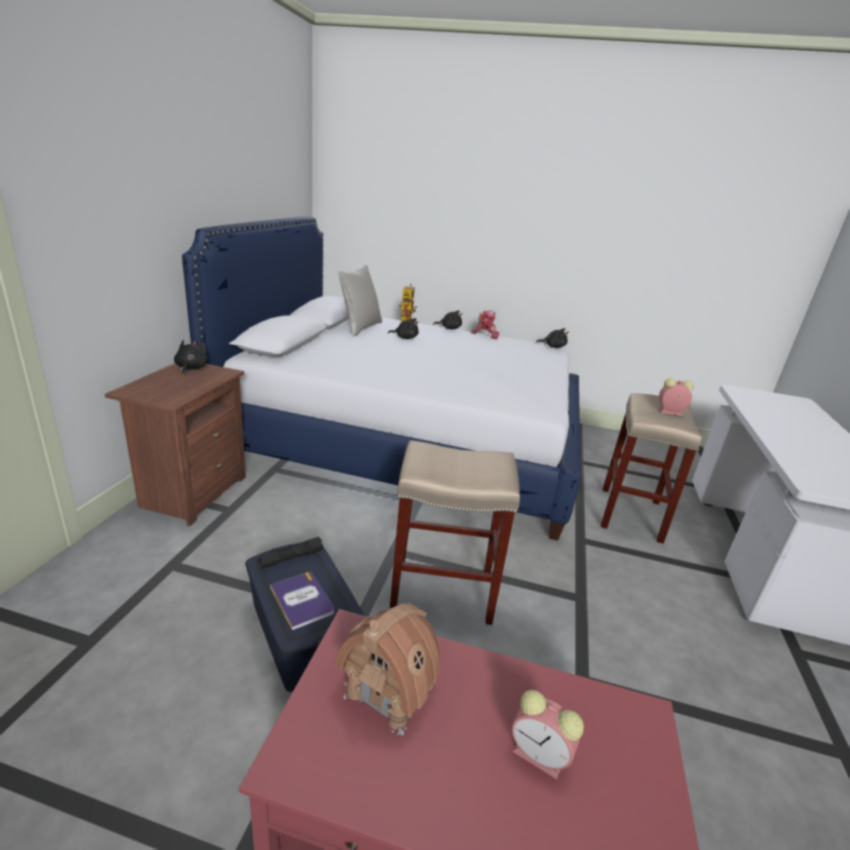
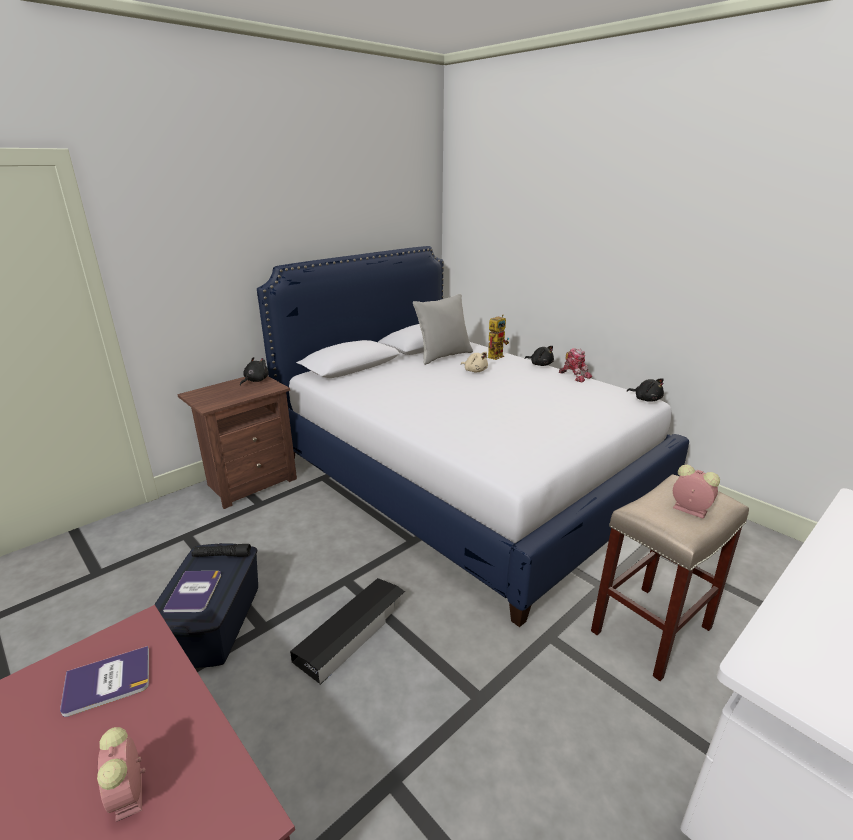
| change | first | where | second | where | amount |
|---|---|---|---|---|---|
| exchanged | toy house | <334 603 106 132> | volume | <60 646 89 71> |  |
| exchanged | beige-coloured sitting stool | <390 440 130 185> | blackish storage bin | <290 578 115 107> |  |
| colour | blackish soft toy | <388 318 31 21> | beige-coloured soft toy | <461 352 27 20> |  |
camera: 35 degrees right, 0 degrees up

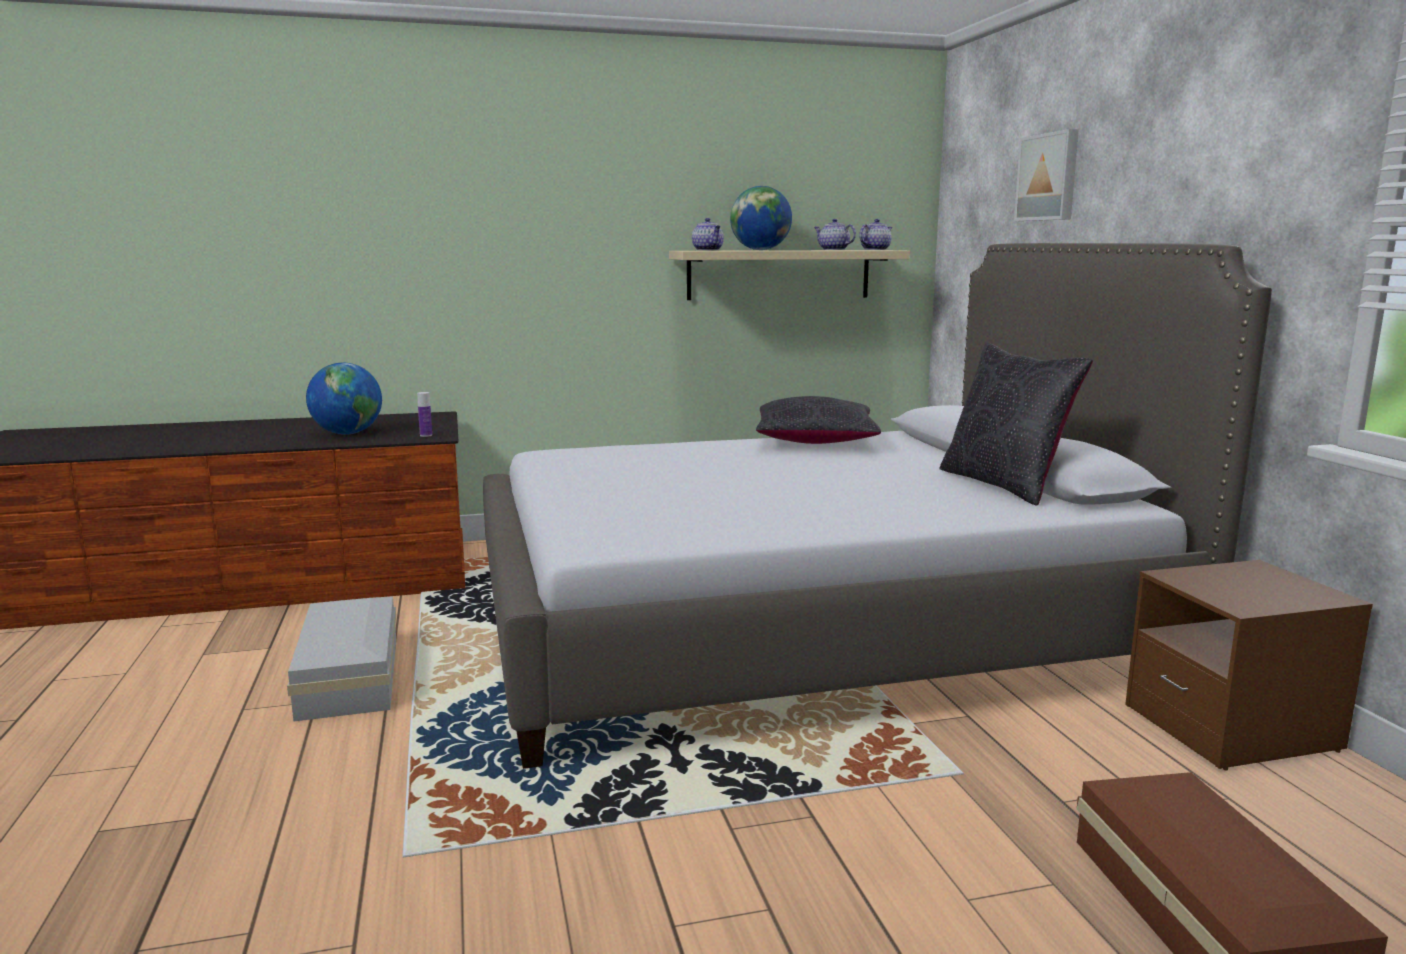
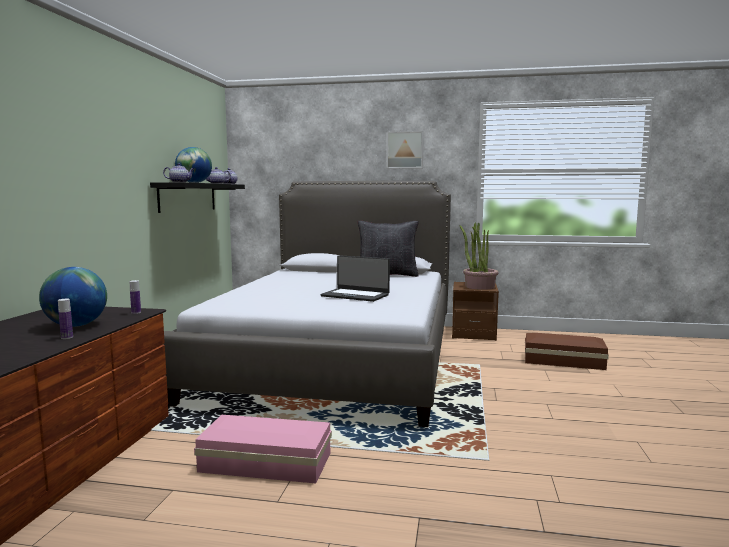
| change | first | where | second | where | amount |
|---|---|---|---|---|---|
| appeared |  |  | beverage bottle | <58 299 15 40> |  |
| colour | beige-coloured shelf | <669 250 241 50> | blackish shelf | <150 182 95 31> |  |
| colour | white-coloured storage bin | <287 596 109 126> | pinkish storage bin | <194 415 138 69> |  |
| appeared |  |  | portable computer | <321 255 69 47> |  |
| relocated | wall picture | <1014 129 65 92> |  | <387 131 37 38> |  |
| appeared |  |  | potted plant | <460 222 38 68> |  |
| missing | blackish pillow | <756 396 125 48> |  |  |  |
camera: 65 degrees left, 5 degrees down

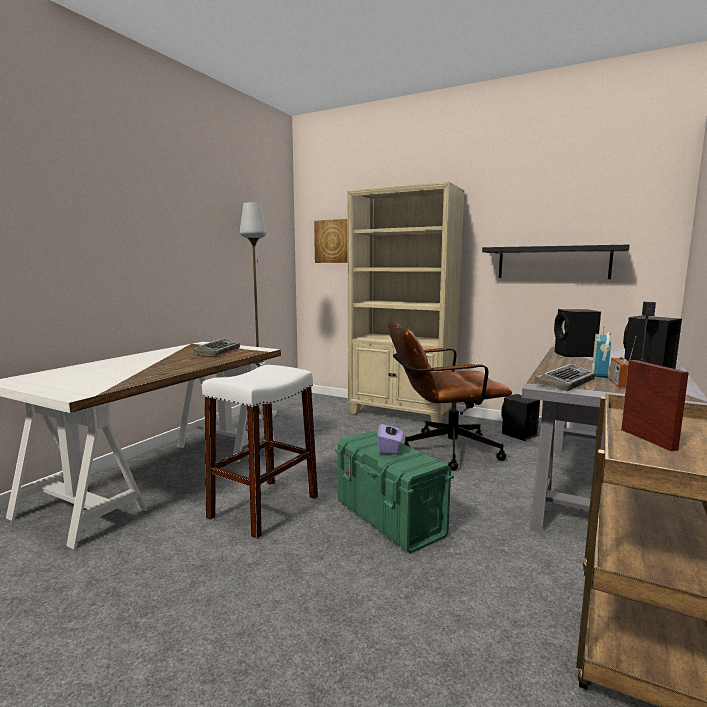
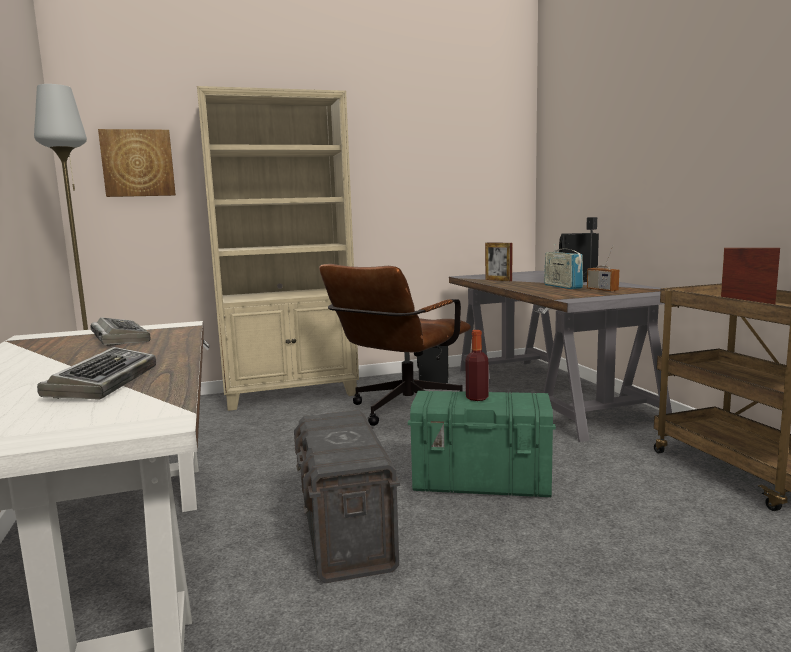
| change | first | where | second | where | amount |
|---|---|---|---|---|---|
| relocated | keyboard | <535 364 60 27> |  | <37 347 119 53> |  |
| exchanged | white-coloured sitting stool | <202 365 116 174> | grey storage bin | <294 410 107 173> |  |
| exchanged | purplish box of tissues | <378 421 25 34> | beverage bottle | <466 330 23 71> |  |
| exchanged | blackish audio speaker | <554 309 47 48> | picture frame | <485 242 27 39> |  |
| missing | blackish shelf | <482 244 148 35> |  |  |  |
camera: 45 degrees left, 0 degrees up

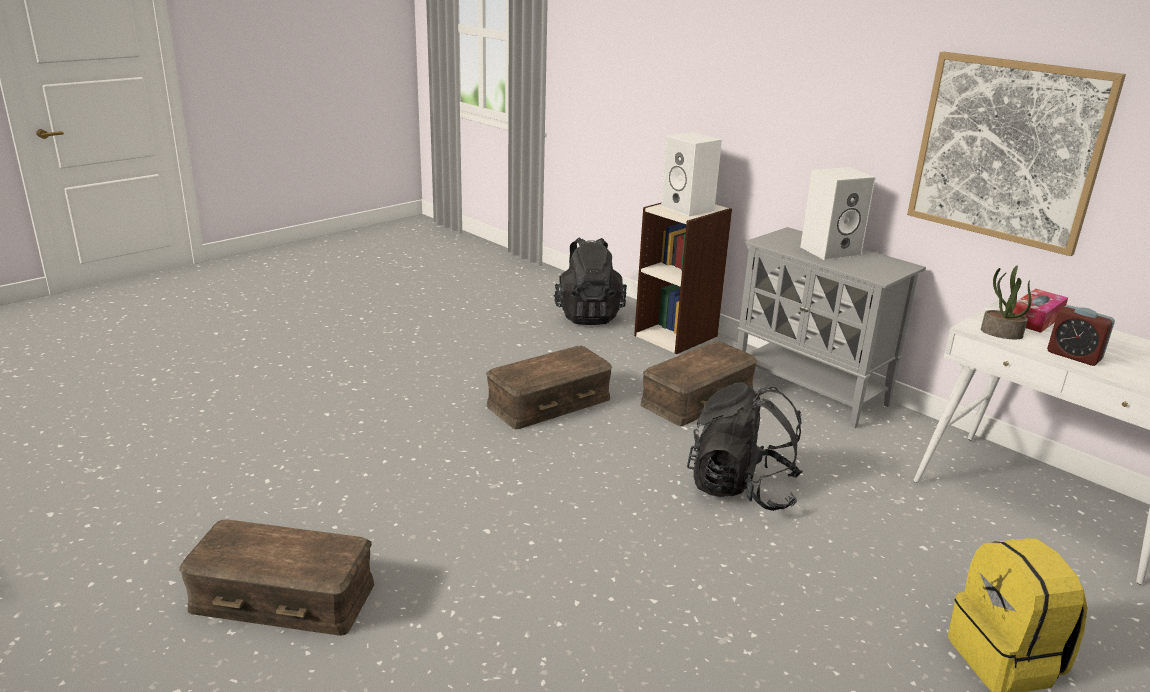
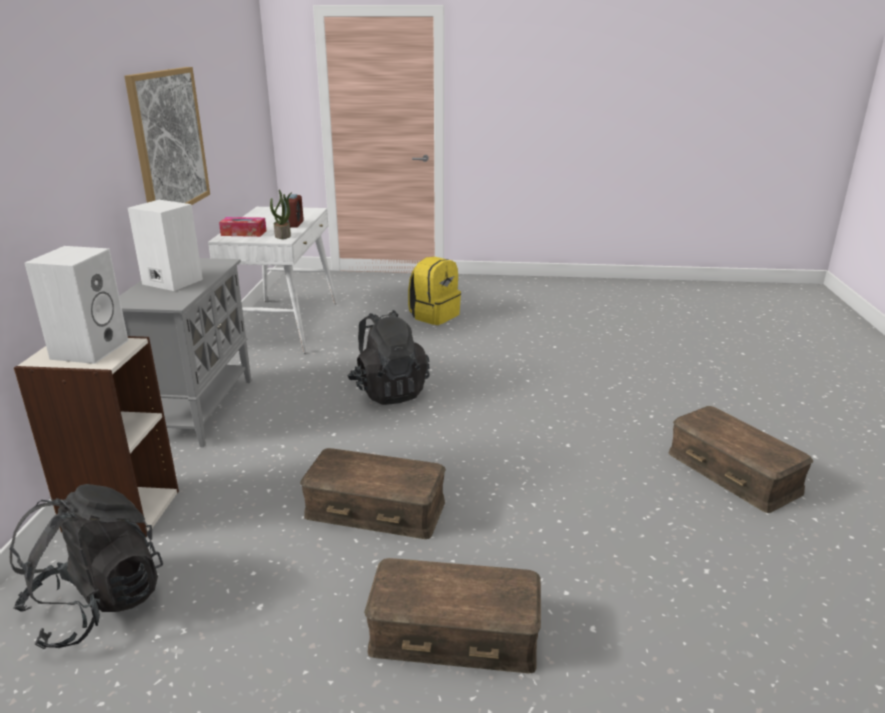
| change | first | where | second | where | amount |
|---|---|---|---|---|---|
| relocated | brown storage bin | <641 341 116 85> |  | <364 558 177 115> |  |
camera: 130 degrees left, 0 degrees up

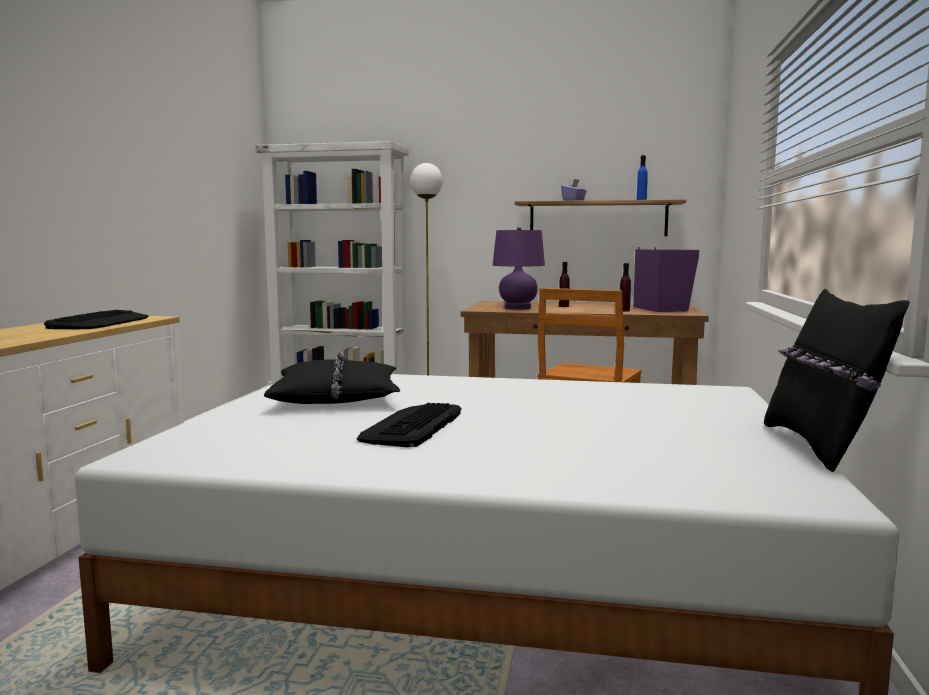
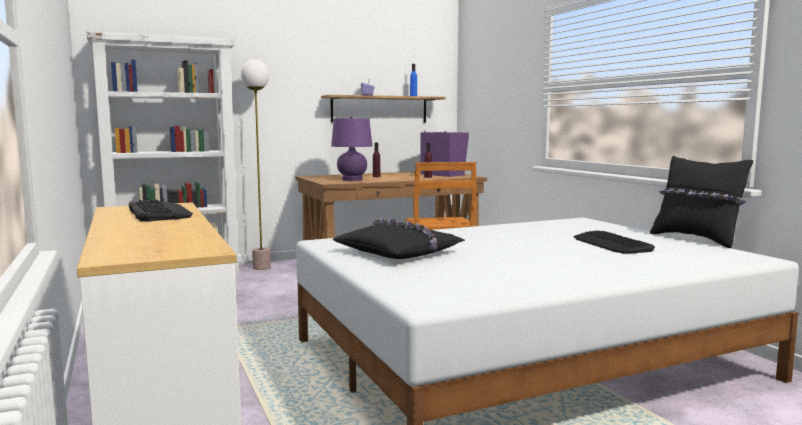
| change | first | where | second | where | amount |
|---|---|---|---|---|---|
| relocated | keyboard | <357 403 105 44> |  | <573 230 82 23> |  |
camera: 35 degrees left, 0 degrees up

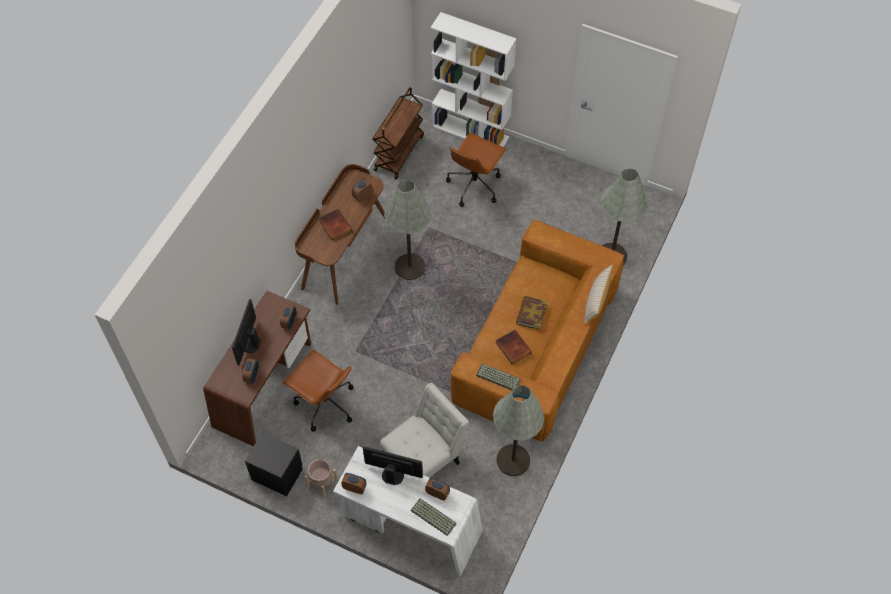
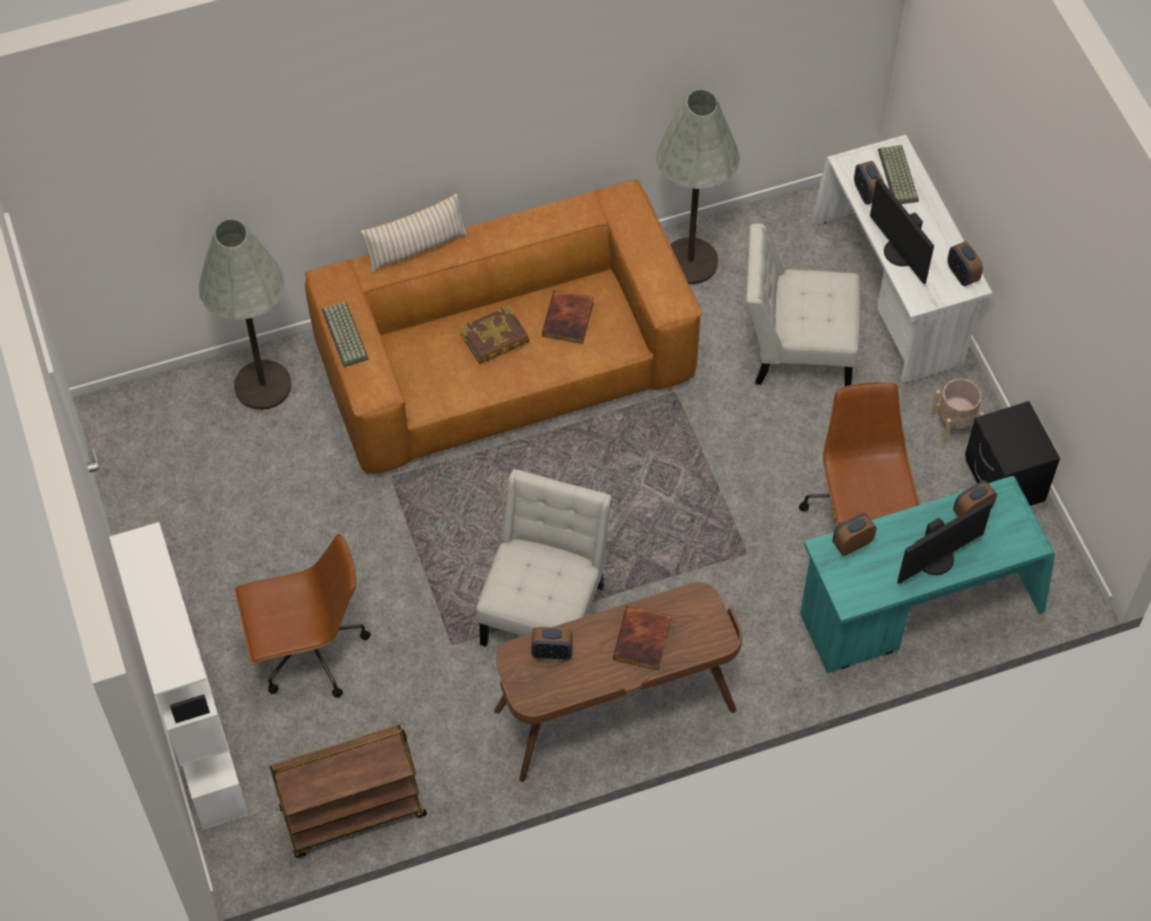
| change | first | where | second | where | amount |
|---|---|---|---|---|---|
| relocated | keyboard | <476 364 45 26> |  | <322 301 47 66> |  |
| exchanged | grey floor lamp | <384 180 47 100> | white-coloured upright chair | <476 469 135 177> |  |
| colour | brown desk table | <203 291 108 155> | turquoise desk table | <800 476 255 197> |  |
camera: 135 degrees left, 0 degrees up

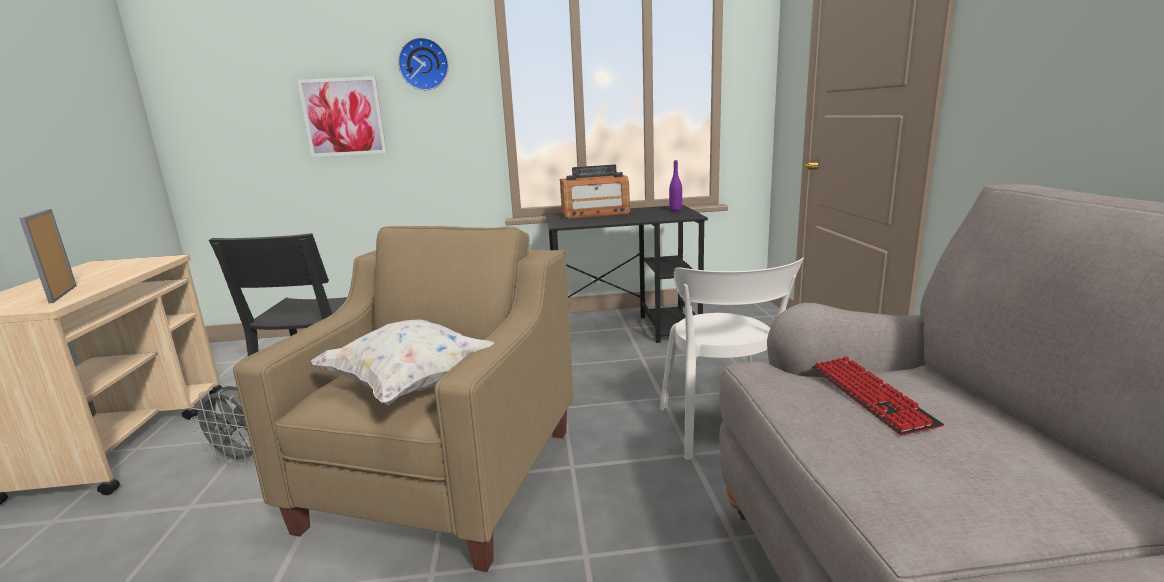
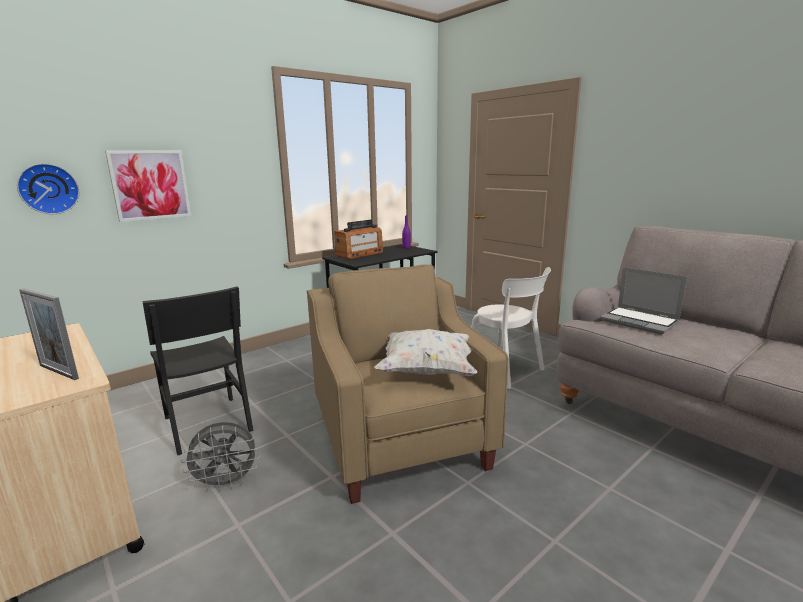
| change | first | where | second | where | amount |
|---|---|---|---|---|---|
| relocated | wall clock | <398 37 51 53> |  | <17 163 62 51> |  |
| exchanged | keyboard | <812 356 132 80> | portable computer | <600 267 87 68> |  |
camera: 35 degrees left, 0 degrees up

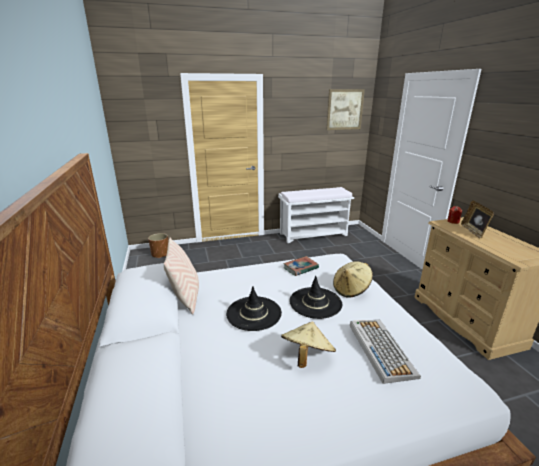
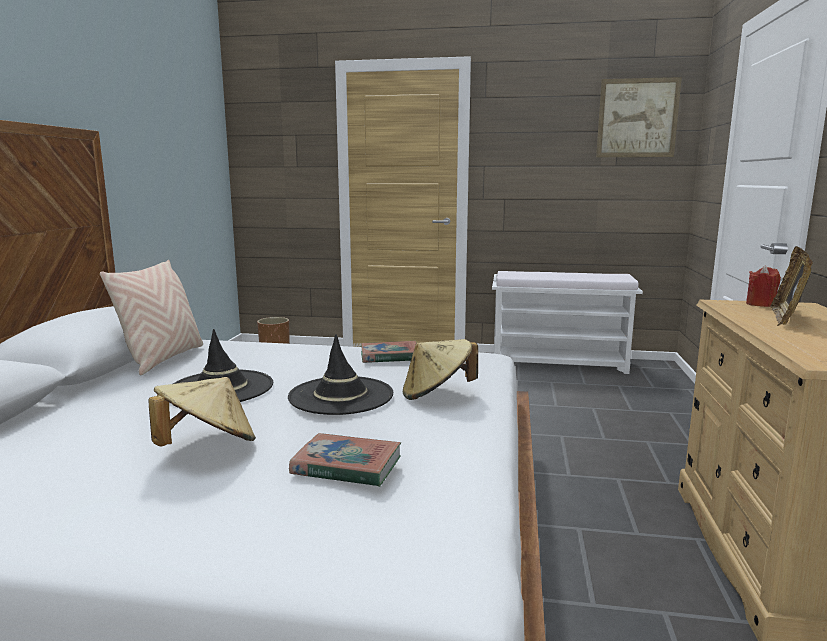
| change | first | where | second | where | amount |
|---|---|---|---|---|---|
| exchanged | keyboard | <350 320 71 64> | volume | <289 433 112 54> |  |
camera: 25 degrees right, 10 degrees down

